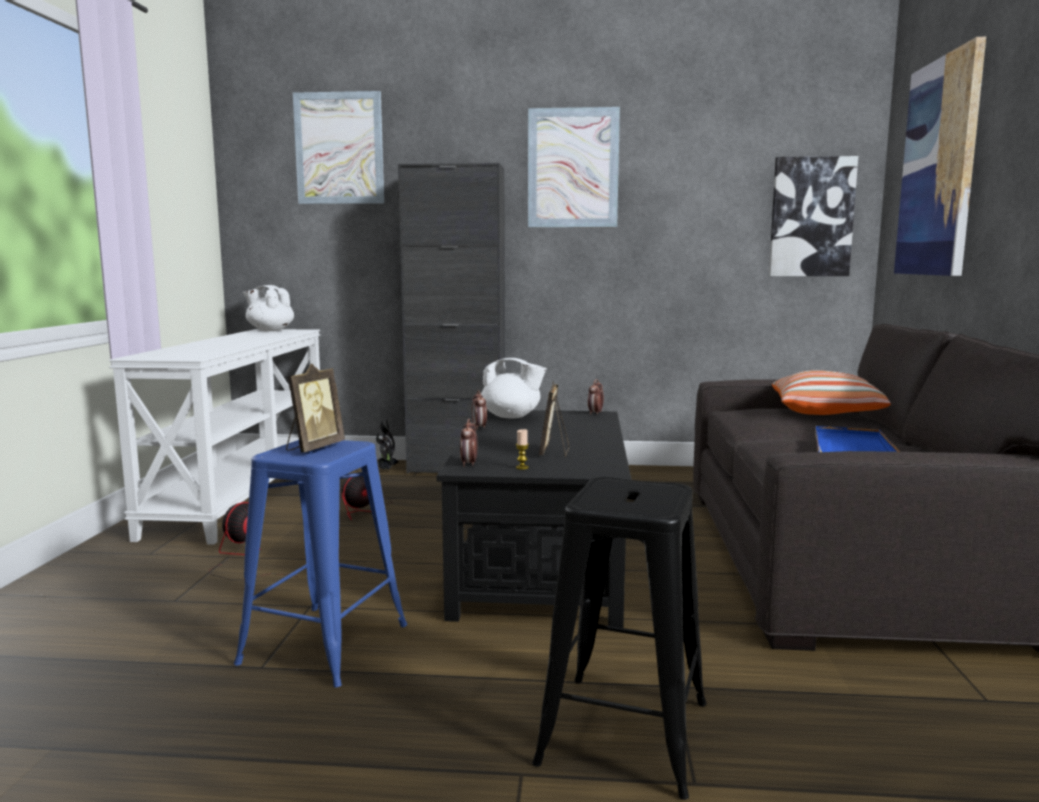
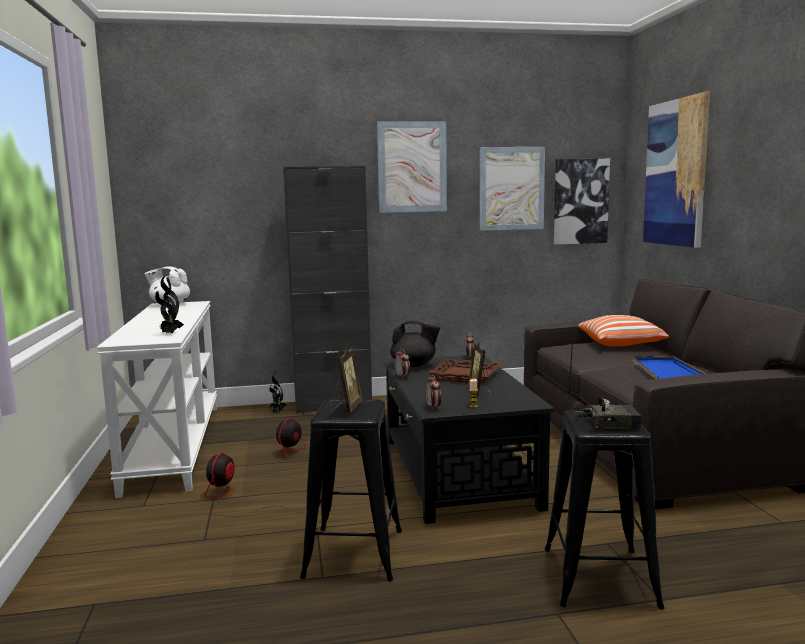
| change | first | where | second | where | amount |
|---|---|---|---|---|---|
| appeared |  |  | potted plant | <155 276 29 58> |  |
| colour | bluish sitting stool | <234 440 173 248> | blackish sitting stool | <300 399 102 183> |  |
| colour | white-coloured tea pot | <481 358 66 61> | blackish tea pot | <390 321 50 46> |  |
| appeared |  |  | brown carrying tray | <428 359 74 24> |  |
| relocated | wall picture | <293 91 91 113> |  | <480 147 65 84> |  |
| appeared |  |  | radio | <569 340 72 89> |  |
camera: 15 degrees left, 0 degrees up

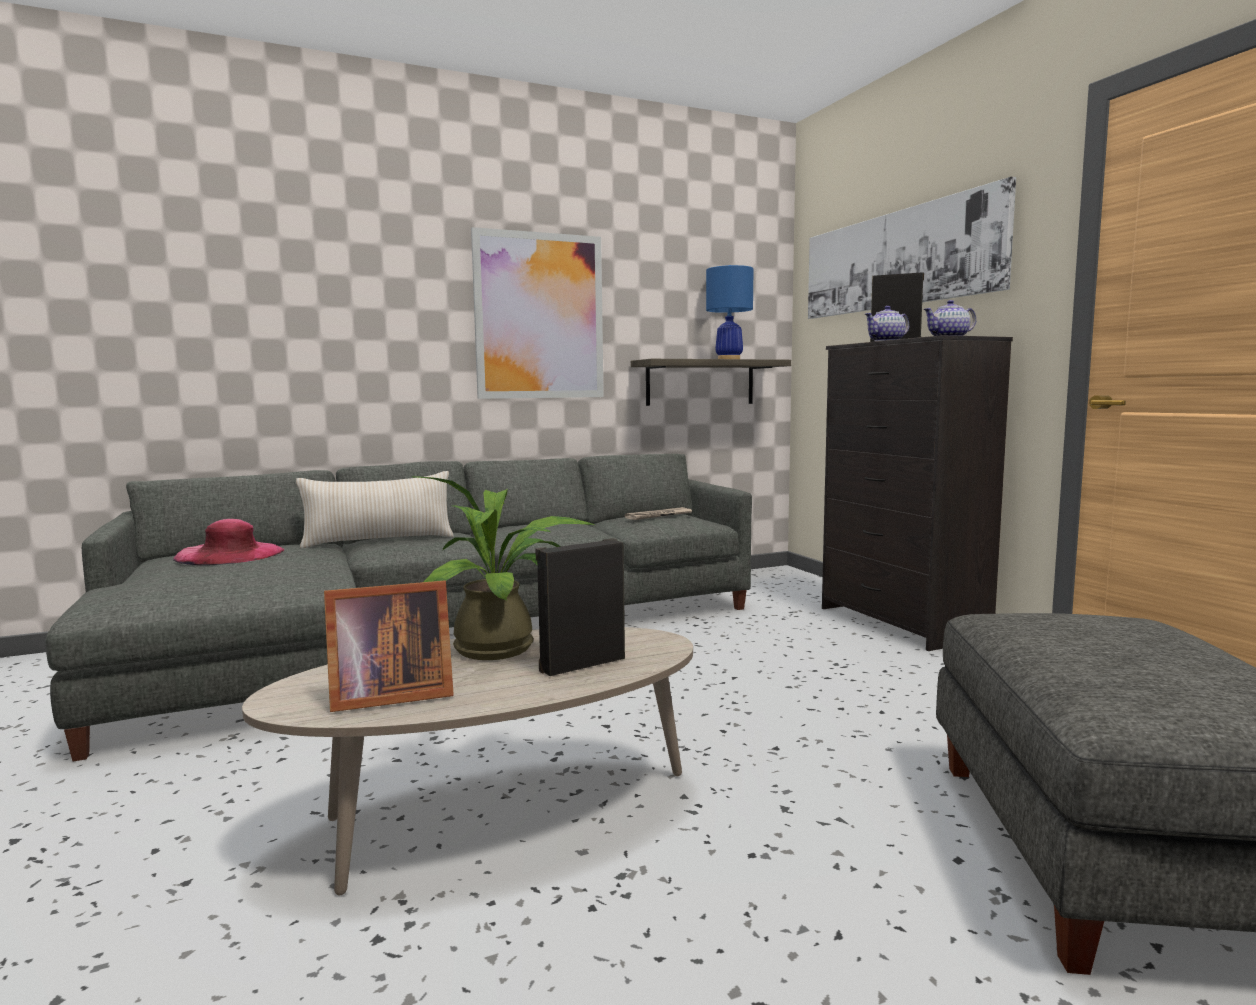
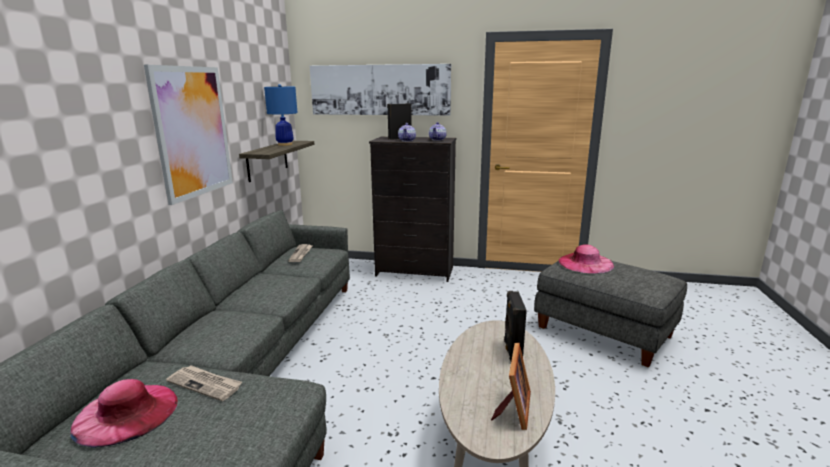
| change | first | where | second | where | amount |
|---|---|---|---|---|---|
| appeared |  |  | daily paper | <166 365 76 36> |  |
| appeared |  |  | pinkish hat | <559 244 55 30> |  |
| missing | beige-coloured pillow | <296 471 157 77> |  |  |  |
| missing | potted plant | <412 476 182 184> |  |  |  |
camera: 55 degrees left, 10 degrees up

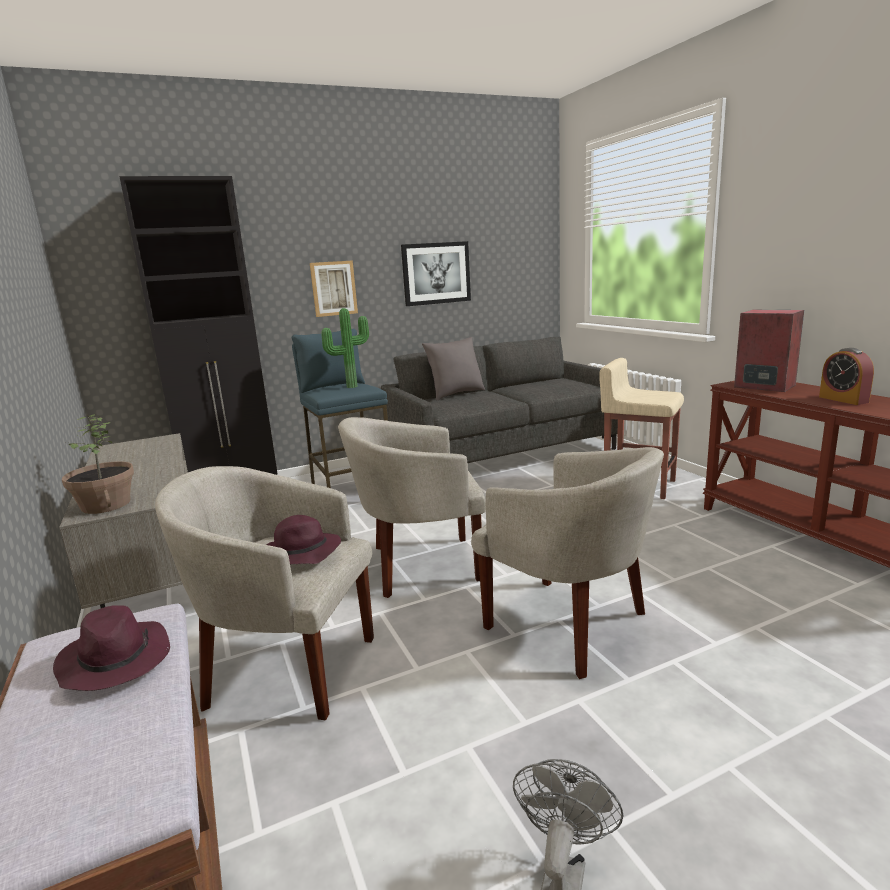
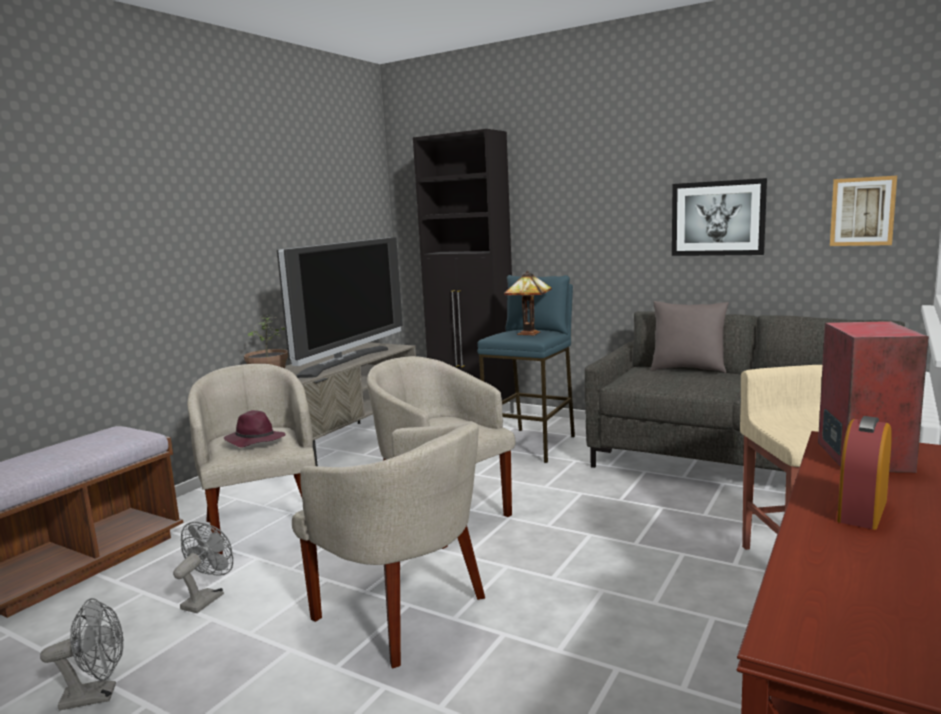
| change | first | where | second | where | amount |
|---|---|---|---|---|---|
| appeared |  |  | grey fan | <173 522 60 91> |  |
| appeared |  |  | TV | <277 237 126 141> |  |
| spun | beige-coloured easy chair | <471 447 193 232> |  | <292 421 193 247> | 60 degrees counterclockwise |
| exchanged | potted plant | <321 308 48 80> | table lamp | <504 271 48 64> |  |
| relocated | wall picture | <310 260 48 57> |  | <830 176 67 70> |  |
| missing | purplish hat | <53 605 117 86> |  |  |  |
camera: 55 degrees right, 5 degrees down

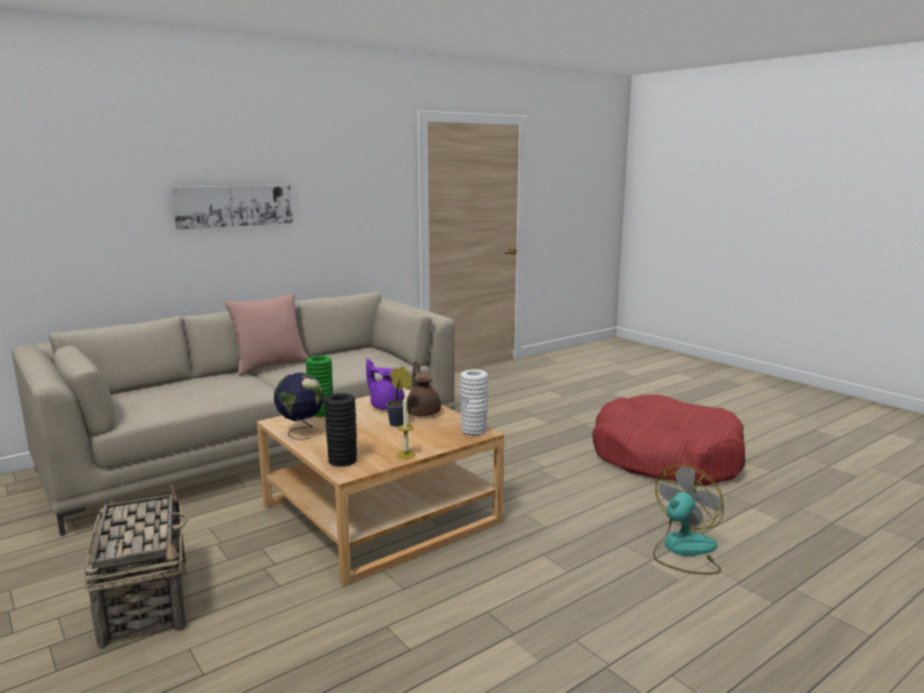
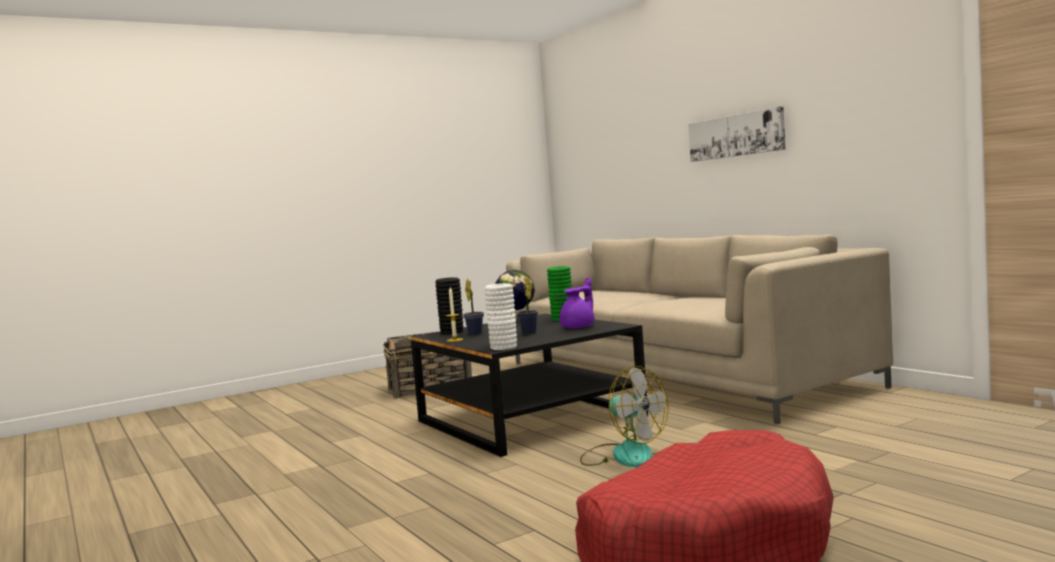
| change | first | where | second | where | amount |
|---|---|---|---|---|---|
| colour | beige-coloured low table | <257 388 247 198> | blackish low table | <410 314 238 143> |  |
| appeared |  |  | potted plant | <463 278 21 57> |  |
| relocated | fan | <653 465 71 109> |  | <580 365 88 102> |  |
| missing | pinkish pillow | <224 293 84 83> |  |  |  |
| missing | brown tea pot | <407 361 34 56> |  |  |  |
camera: 95 degrees right, 10 degrees down

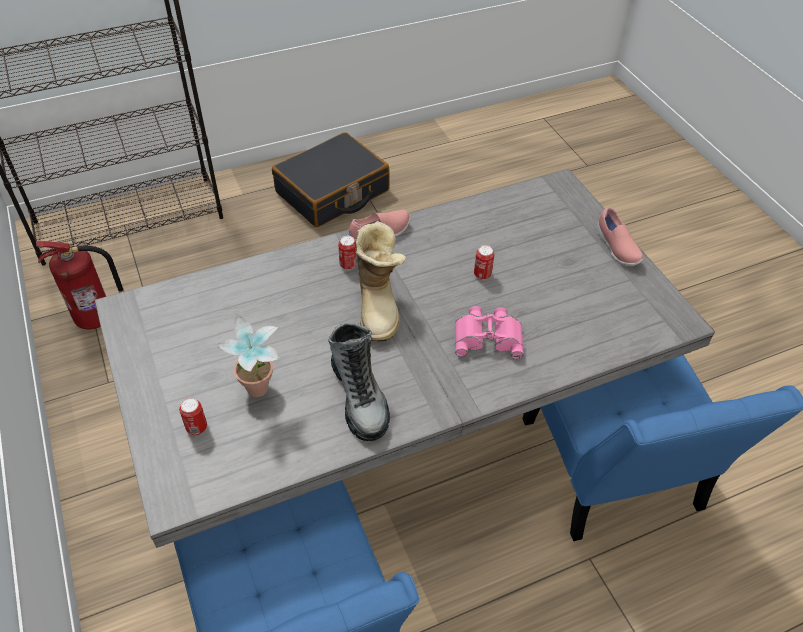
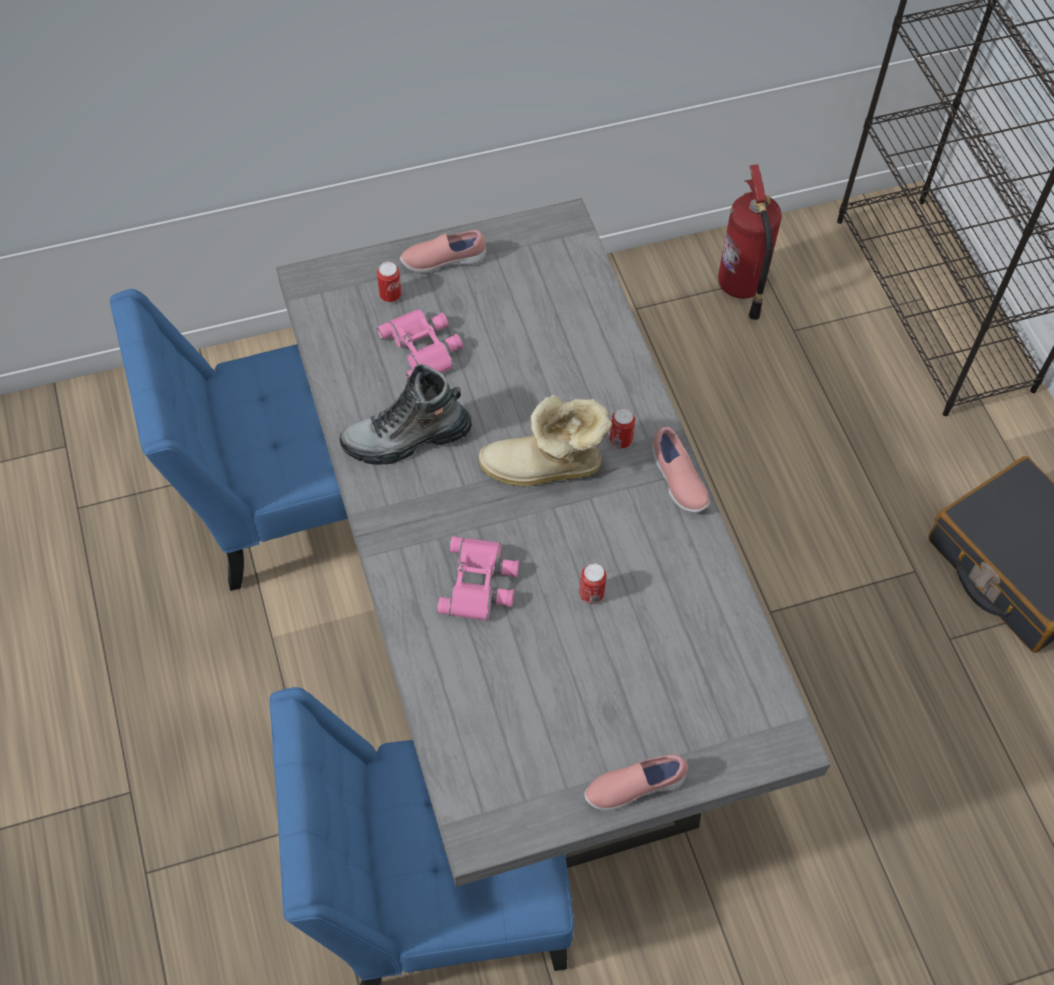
| change | first | where | second | where | amount |
|---|---|---|---|---|---|
| exchanged | potted plant | <216 313 64 84> | pinkish field glasses | <377 309 86 69> |  |
| appeared |  |  | pinkish item of footwear | <400 230 86 43> |  |
camera: 95 degrees right, 10 degrees up

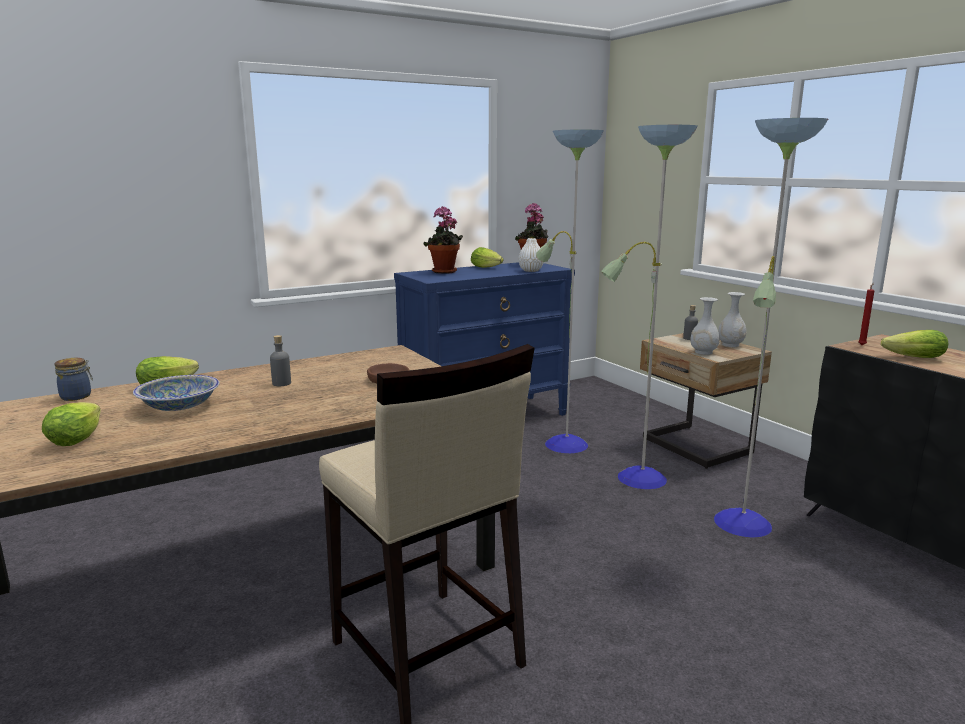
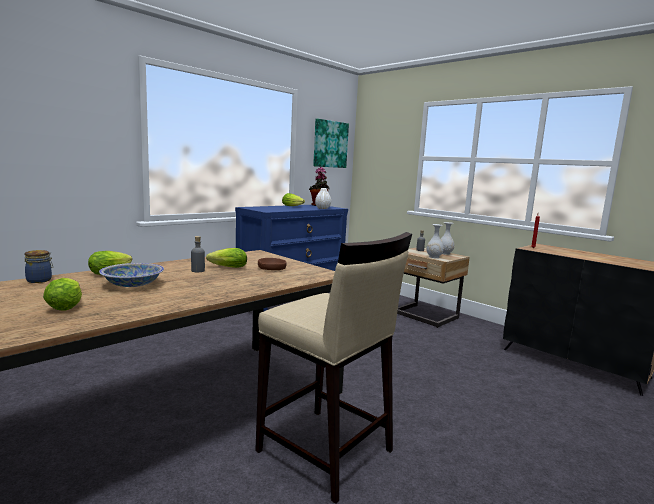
| change | first | where | second | where | amount |
|---|---|---|---|---|---|
| relocated | lettuce head | <881 330 68 28> |  | <206 248 41 20> |  |
| appeared |  |  | wall picture | <313 119 36 49> |  |
| missing | potted plant | <424 206 39 68> |  |  |  |
| missing | floor lamp | <536 118 292 419> |  |  |  |
camera: 15 degrees left, 5 degrees down

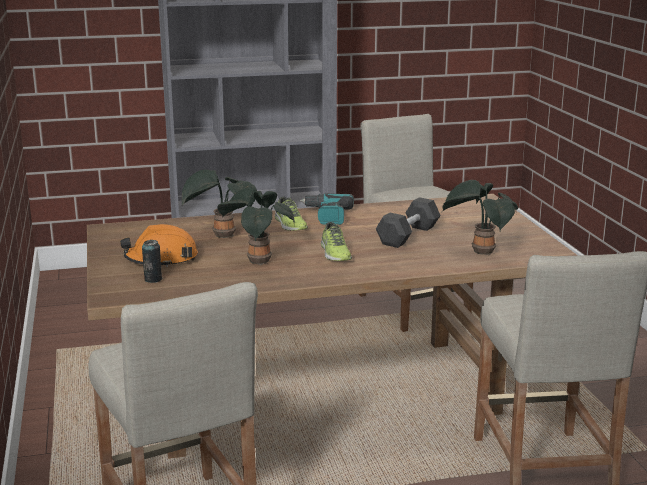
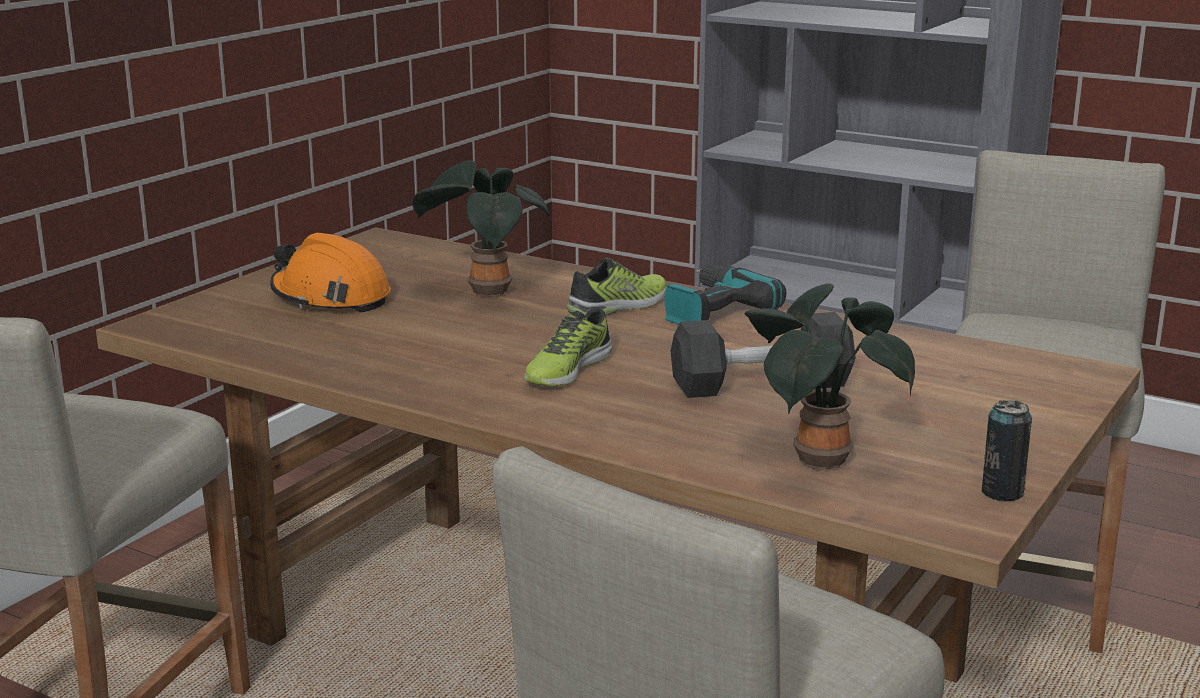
| change | first | where | second | where | amount |
|---|---|---|---|---|---|
| spun | item of footwear | <275 196 33 35> |  | <567 258 100 57> | 150 degrees counterclockwise |
| relocated | sealed can | <142 240 20 43> |  | <982 400 50 102> |  |
| missing | potted plant | <218 186 76 79> |  |  |  |
camera: 45 degrees right, 0 degrees up

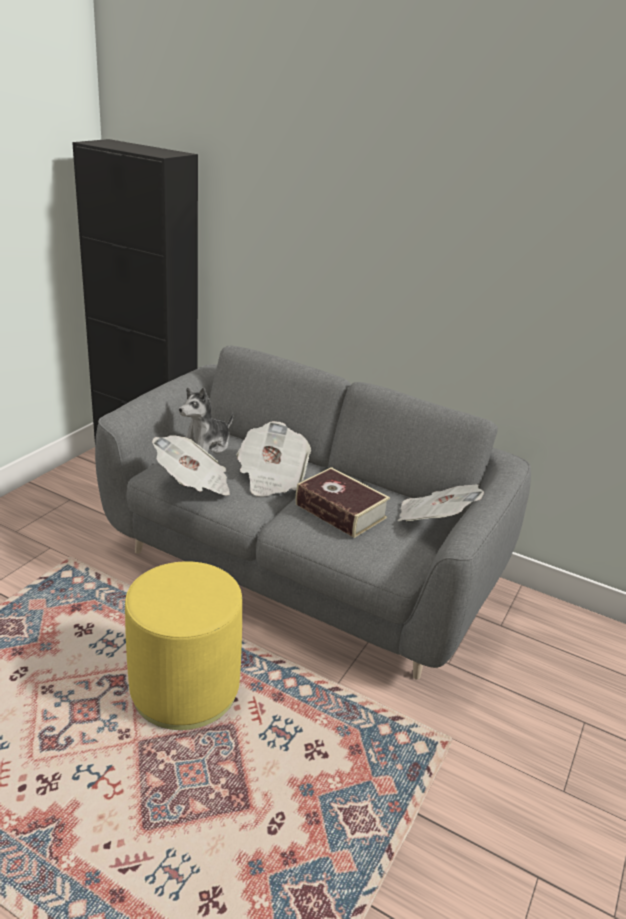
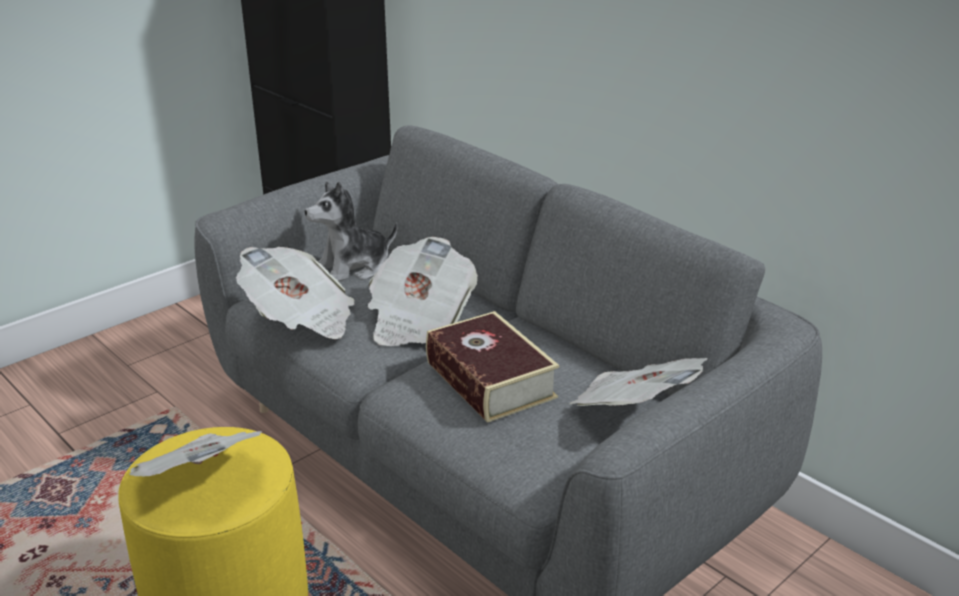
| change | first | where | second | where | amount |
|---|---|---|---|---|---|
| appeared |  |  | daily paper | <129 431 133 46> |  |
camera: 20 degrees right, 0 degrees up

